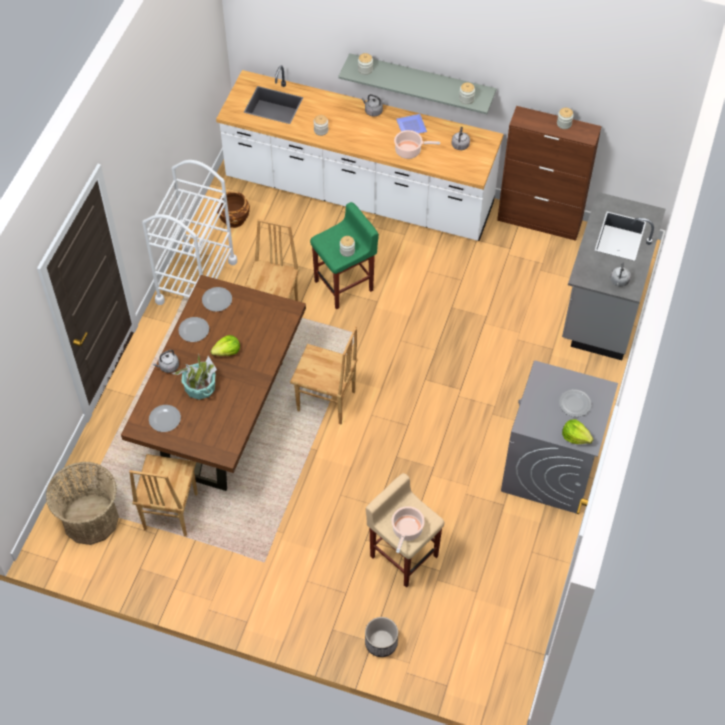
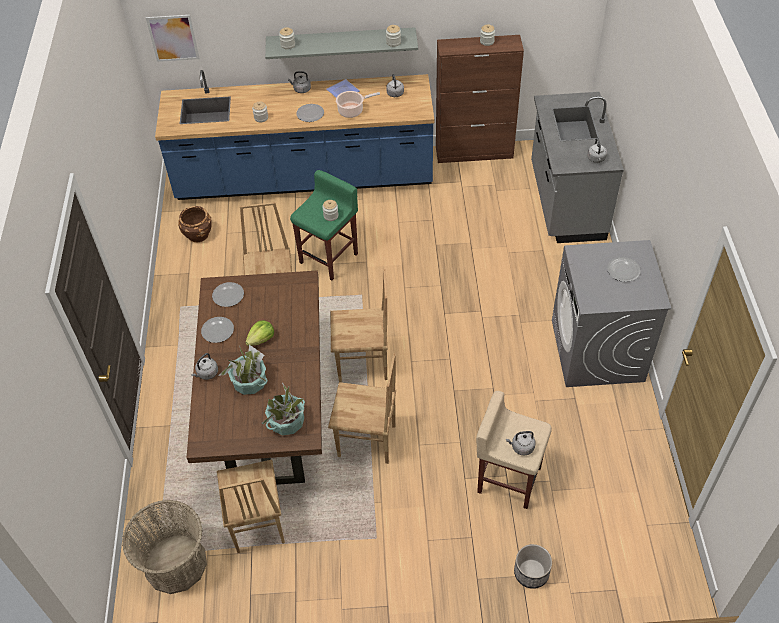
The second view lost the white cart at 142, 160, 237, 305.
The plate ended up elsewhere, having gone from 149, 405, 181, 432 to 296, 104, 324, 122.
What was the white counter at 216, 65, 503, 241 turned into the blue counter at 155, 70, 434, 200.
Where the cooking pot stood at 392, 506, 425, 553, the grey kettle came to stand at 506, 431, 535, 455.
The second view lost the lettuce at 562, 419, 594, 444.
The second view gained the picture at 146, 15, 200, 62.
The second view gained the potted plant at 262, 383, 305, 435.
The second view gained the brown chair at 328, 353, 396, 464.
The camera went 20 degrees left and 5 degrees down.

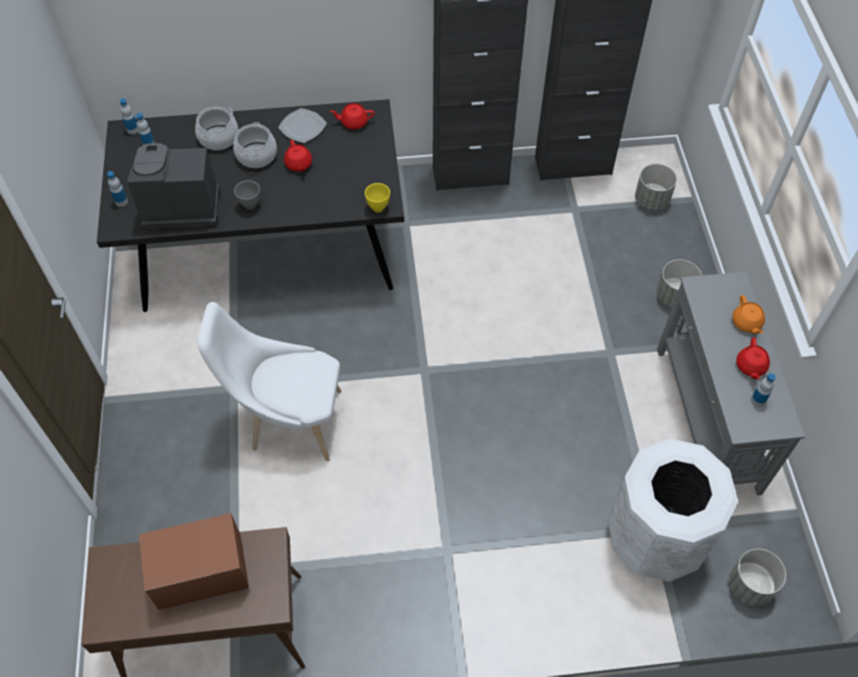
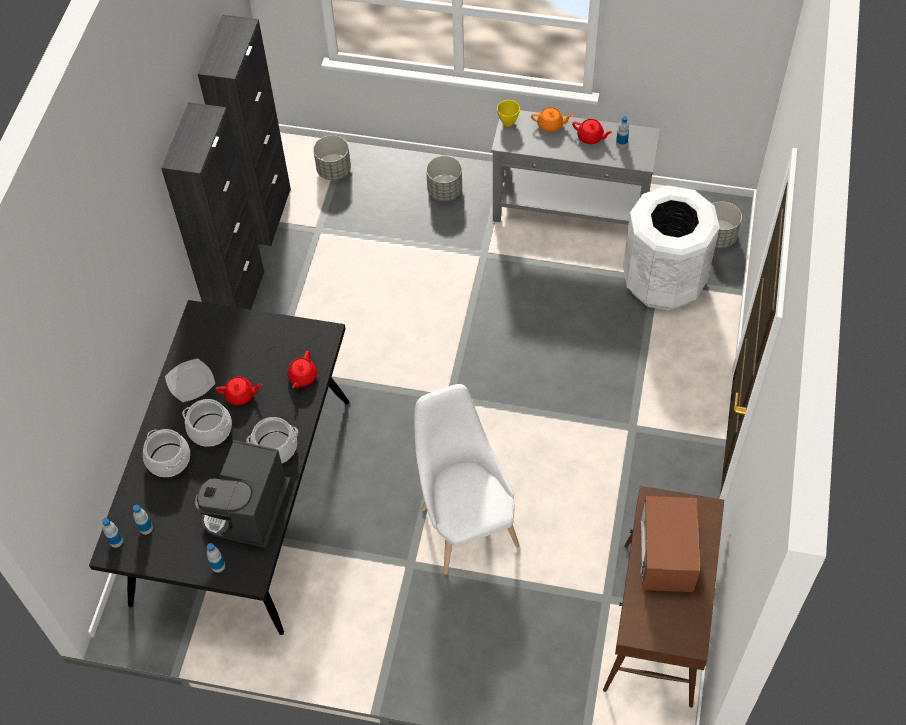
The white chair at 198, 302, 341, 461 ended up facing another way, 135 degrees clockwise from before.
Where the grey bowl stood at 234, 180, 260, 210, the cooking pot came to stand at 246, 417, 298, 463.
The red teapot ended up elsewhere, having gone from 330, 103, 374, 129 to 287, 351, 317, 388.
The yellow bowl ended up elsewhere, having gone from 365, 183, 390, 212 to 497, 100, 520, 127.
The camera went 70 degrees left and 0 degrees up.

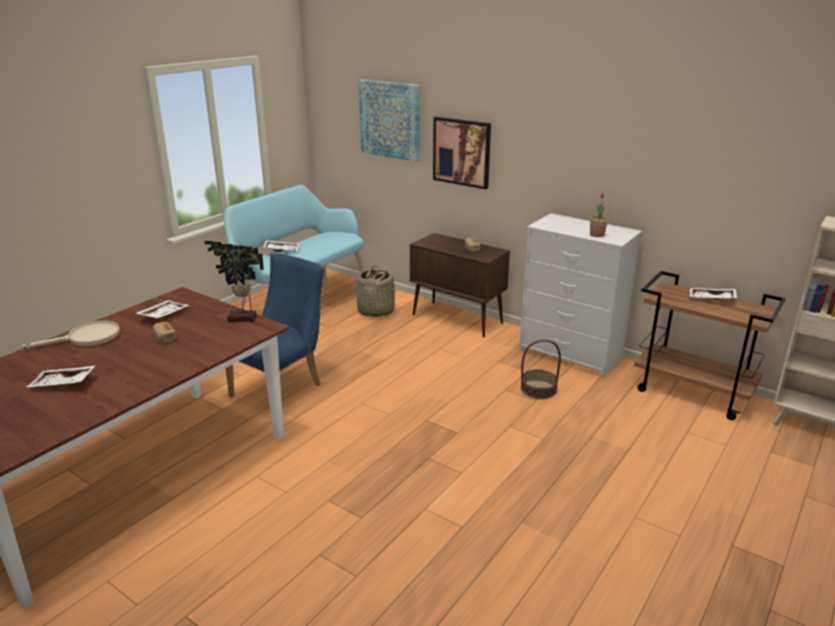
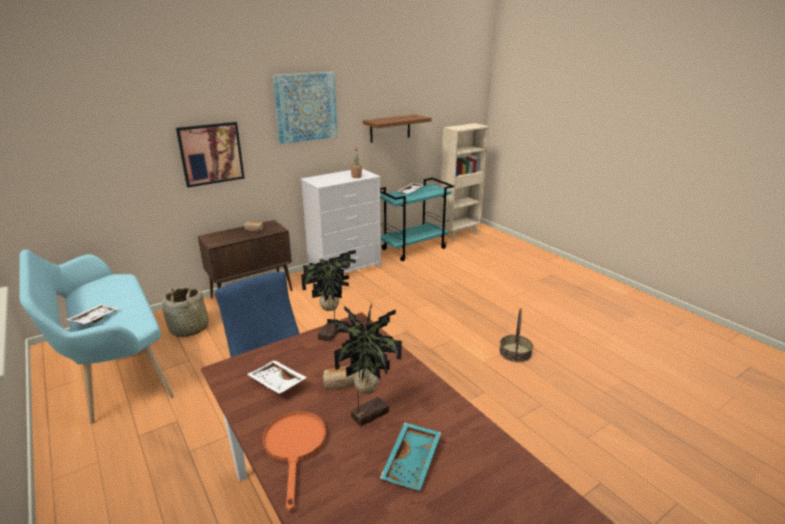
What was the beige frying pan at 21, 321, 120, 349 turned into the orange frying pan at 263, 412, 326, 512.
What was the white tray at 26, 365, 96, 387 turned into the turquoise tray at 380, 422, 441, 491.
The picture ended up elsewhere, having gone from 359, 80, 420, 162 to 273, 72, 338, 144.
The basket ended up elsewhere, having gone from 521, 339, 561, 399 to 499, 308, 533, 362.
What was the brown cart at 634, 271, 786, 420 turned into the turquoise cart at 380, 178, 454, 261.
The second view gained the potted plant at 327, 303, 402, 427.
The second view gained the brown shelf at 363, 114, 431, 143.
The camera went 70 degrees left and 0 degrees up.

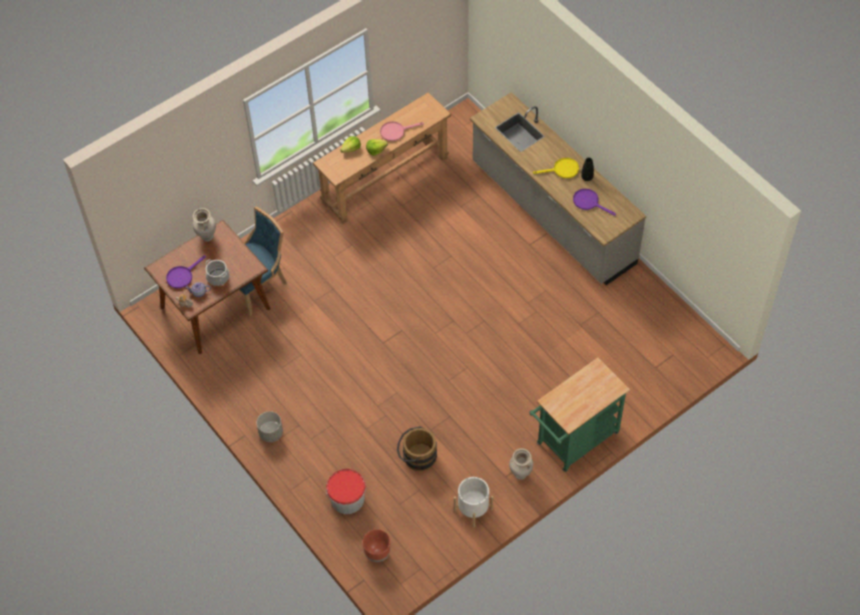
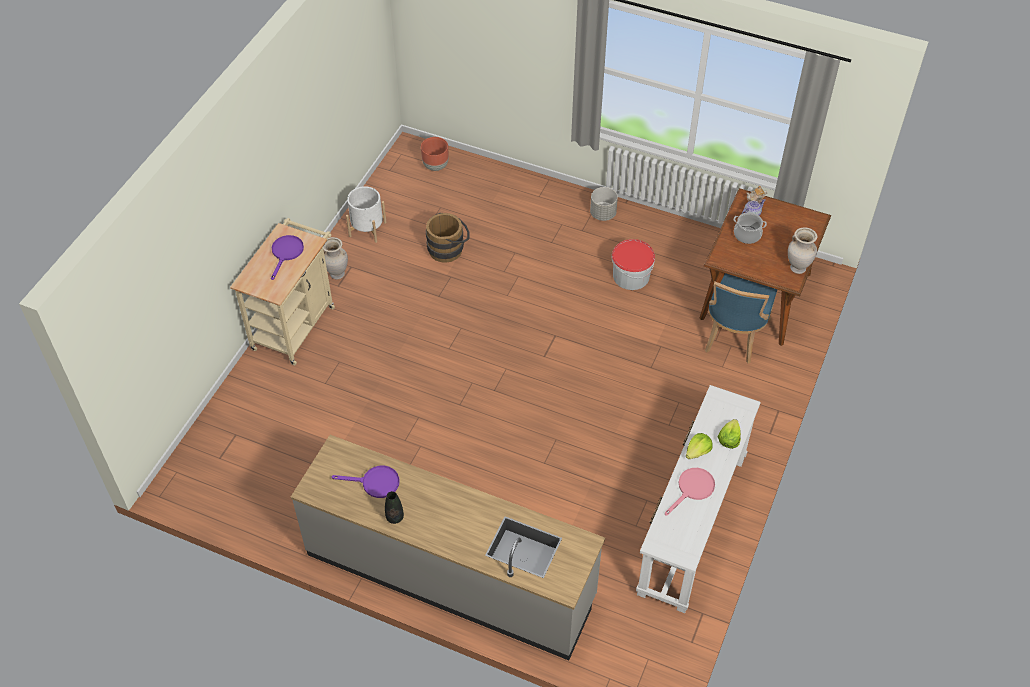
The purple frying pan ended up elsewhere, having gone from 166, 255, 206, 288 to 271, 235, 304, 280.
What was the brown console table at 313, 92, 451, 224 turned into the white console table at 636, 385, 761, 613.
The bucket ended up elsewhere, having gone from 326, 469, 366, 514 to 612, 239, 655, 290.
What was the green cart at 530, 358, 630, 472 turned into the beige cart at 230, 218, 335, 365.
The second view lost the yellow frying pan at 533, 158, 579, 178.
The camera went 150 degrees right and 5 degrees down.

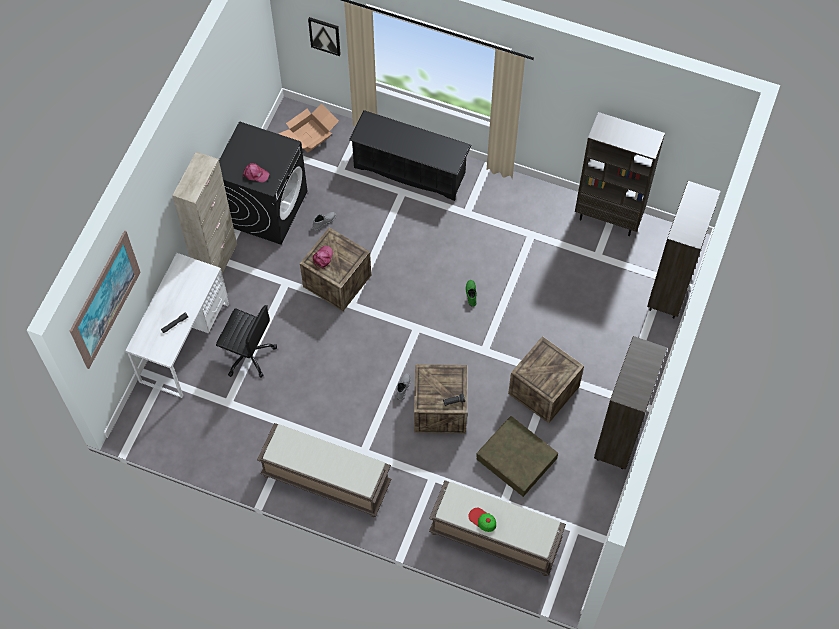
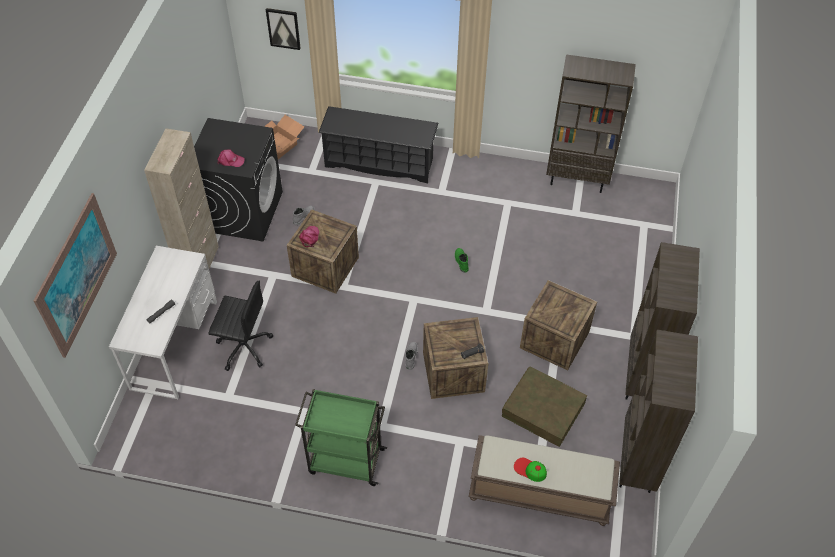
Where the brown bench stood at 257, 423, 391, 517, the green cart came to stand at 295, 389, 387, 486.
The brown bookcase ended up elsewhere, having gone from 647, 181, 721, 319 to 619, 329, 698, 493.
The camera went 10 degrees left and 10 degrees down.

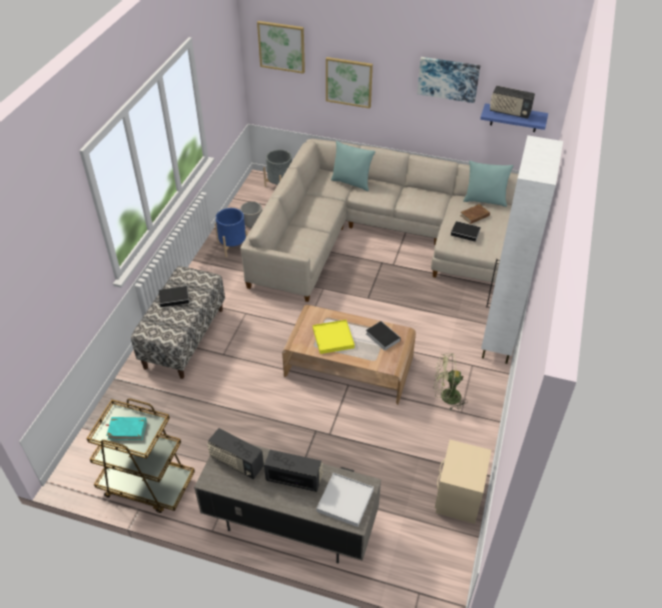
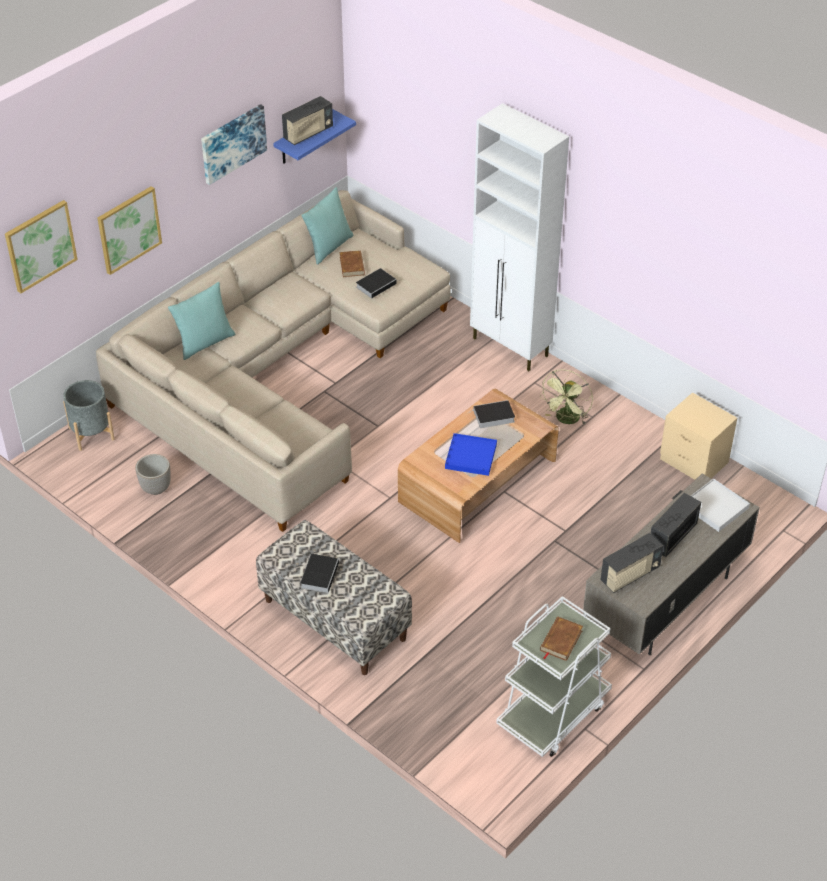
What was the brown cart at 86, 399, 195, 513 turned into the white cart at 496, 596, 612, 757.
What was the turquoise book at 105, 417, 147, 440 turned into the brown book at 540, 616, 583, 661.
The second view lost the blue planter at 215, 208, 248, 257.
What was the yellow tray at 313, 320, 355, 354 turned into the blue tray at 445, 433, 497, 476.
The camera went 65 degrees left and 0 degrees up.

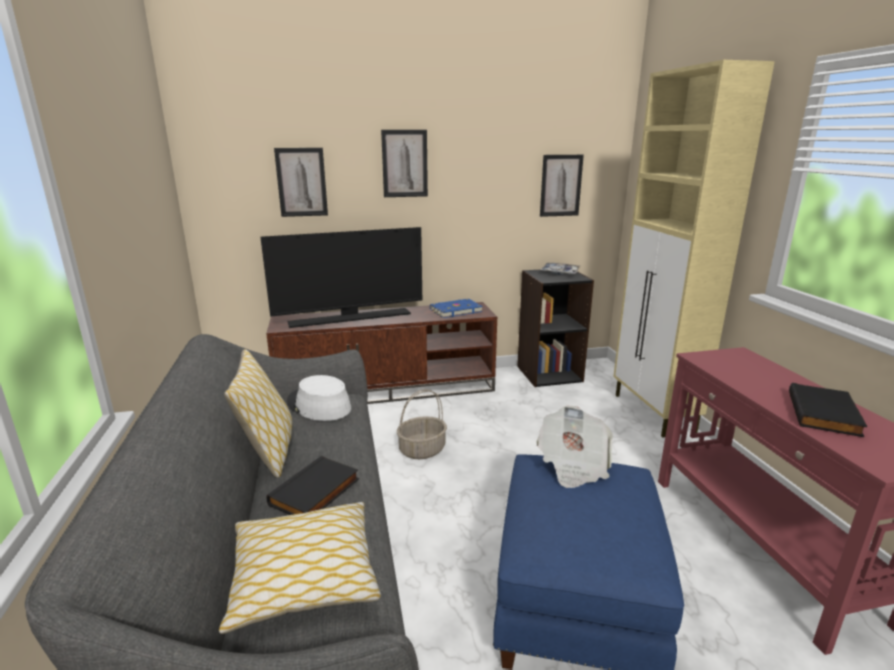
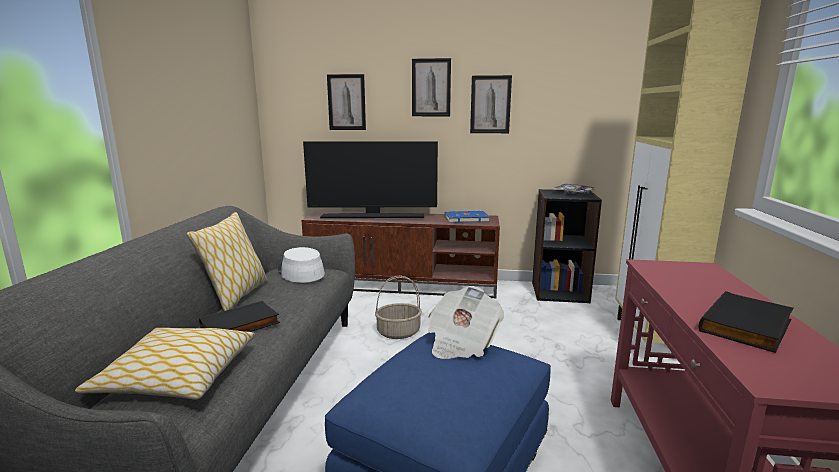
The picture ended up elsewhere, having gone from 540, 155, 584, 217 to 470, 75, 512, 133.
The camera went 20 degrees right and 5 degrees down.

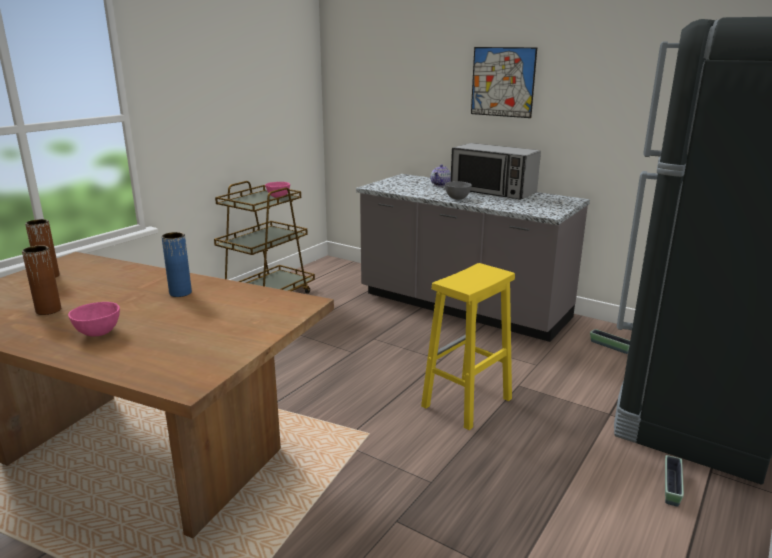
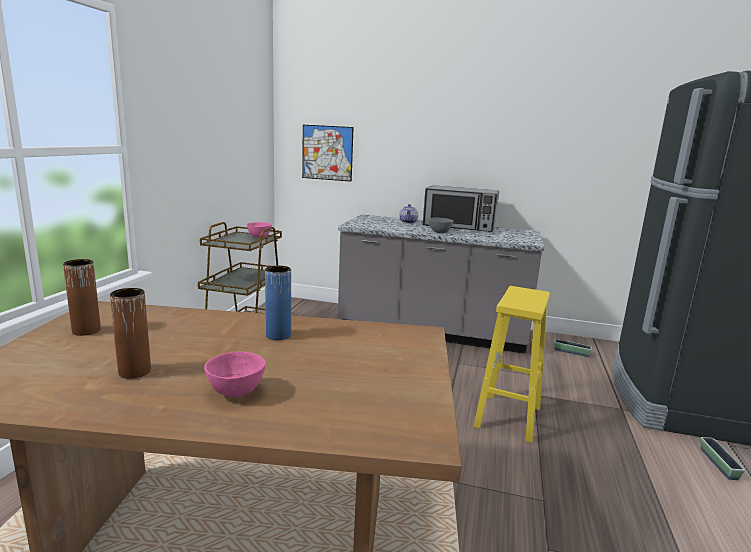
The picture ended up elsewhere, having gone from 471, 47, 537, 118 to 302, 125, 354, 182.
The camera went 20 degrees left and 5 degrees down.

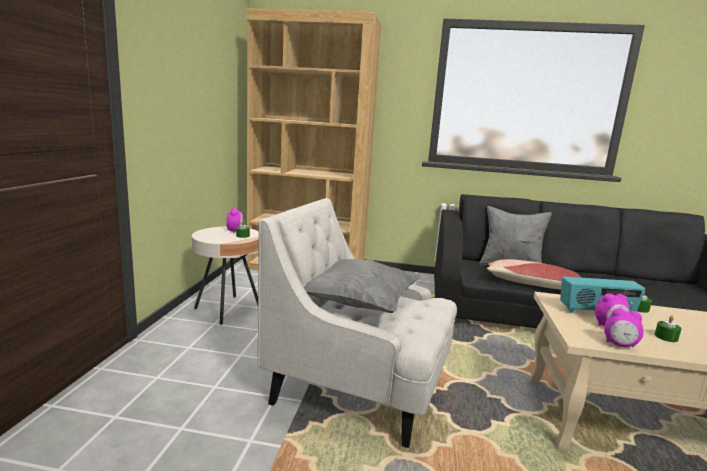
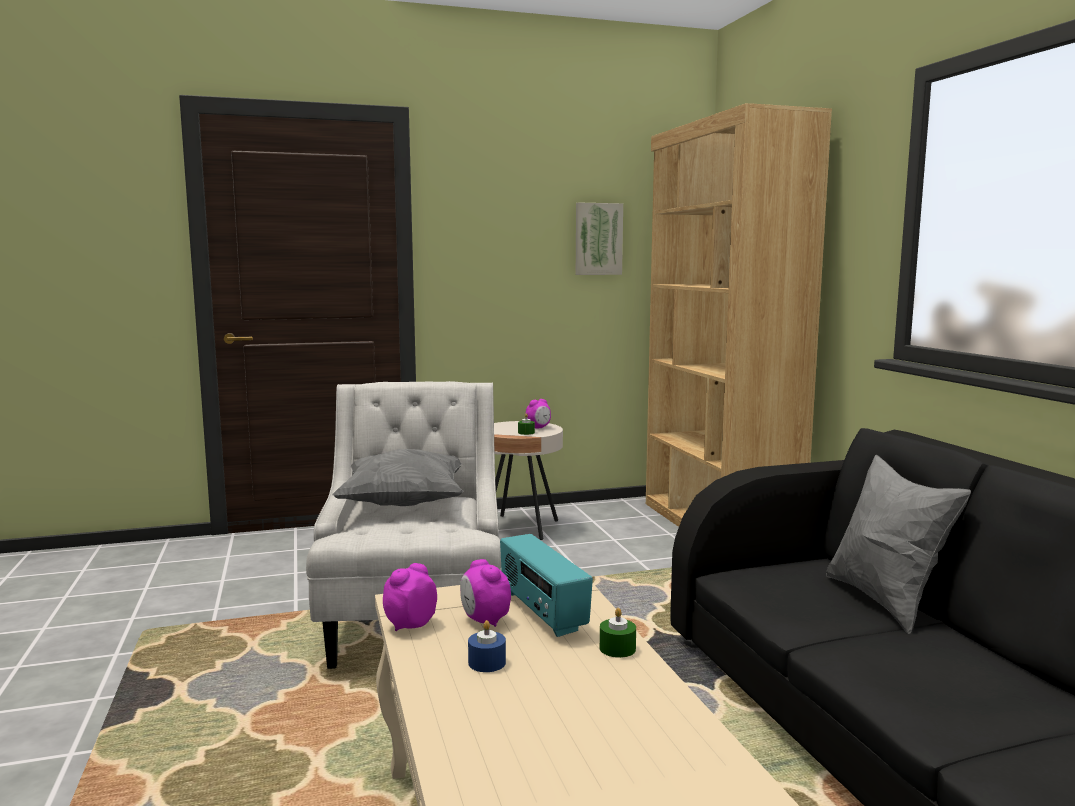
The second view lost the pillow at 487, 259, 582, 289.
The alarm clock at 604, 308, 644, 347 ended up facing another way, 45 degrees clockwise from before.
What was the green candle at 655, 316, 682, 342 turned into the blue candle at 468, 620, 506, 672.
The second view gained the picture at 576, 202, 623, 275.
The camera went 65 degrees right and 5 degrees down.

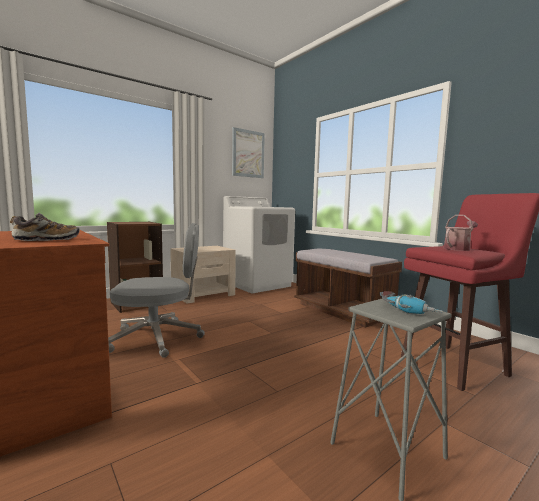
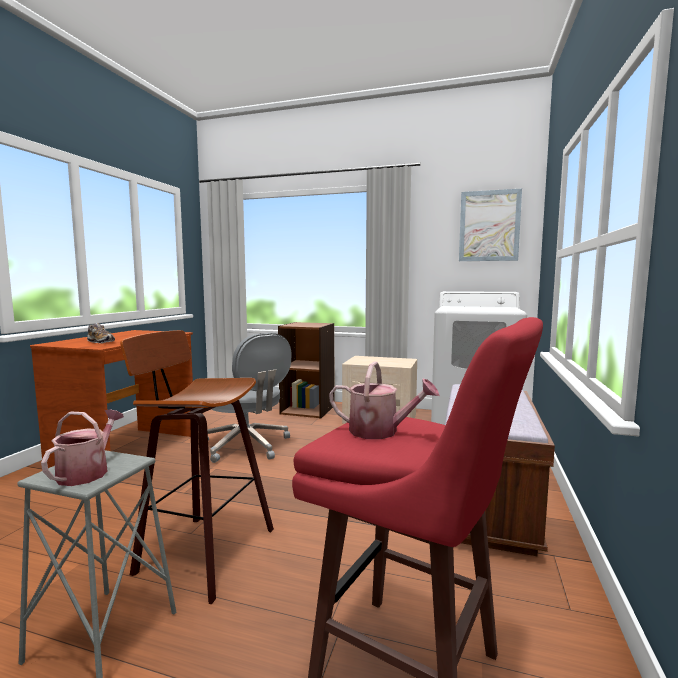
Where the power drill stood at 380, 291, 443, 314, the watering can came to stand at 41, 409, 124, 486.
The second view gained the stool at 120, 330, 274, 604.
The camera went 55 degrees right and 0 degrees up.

